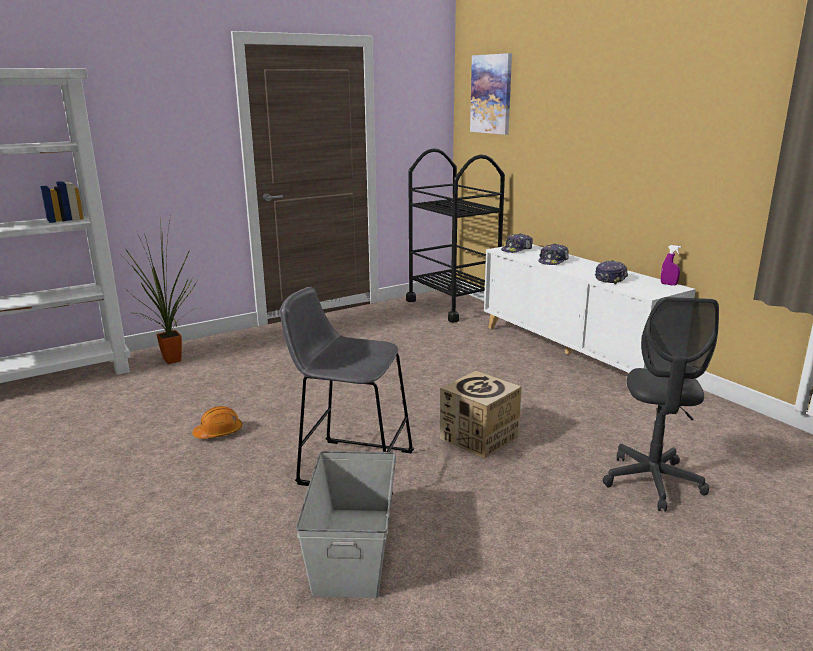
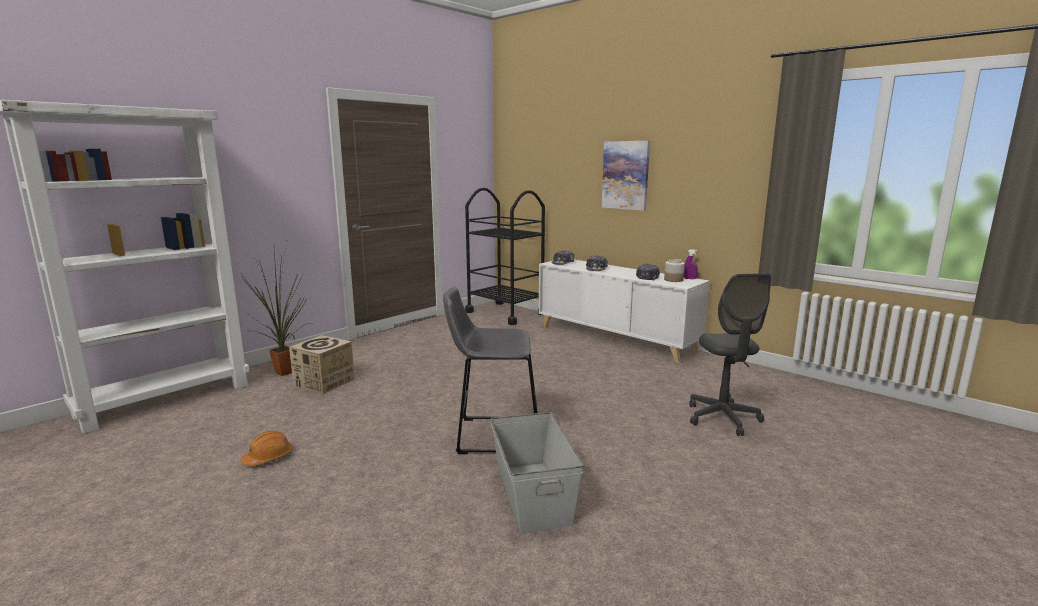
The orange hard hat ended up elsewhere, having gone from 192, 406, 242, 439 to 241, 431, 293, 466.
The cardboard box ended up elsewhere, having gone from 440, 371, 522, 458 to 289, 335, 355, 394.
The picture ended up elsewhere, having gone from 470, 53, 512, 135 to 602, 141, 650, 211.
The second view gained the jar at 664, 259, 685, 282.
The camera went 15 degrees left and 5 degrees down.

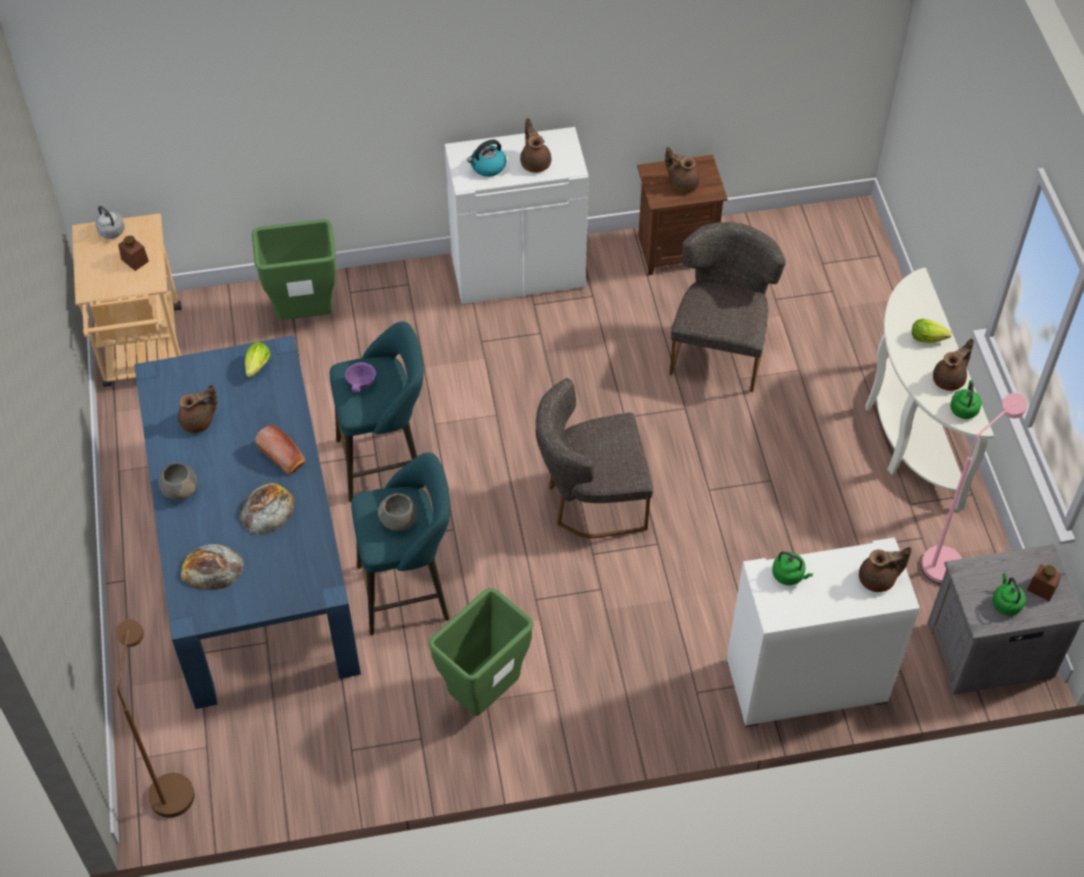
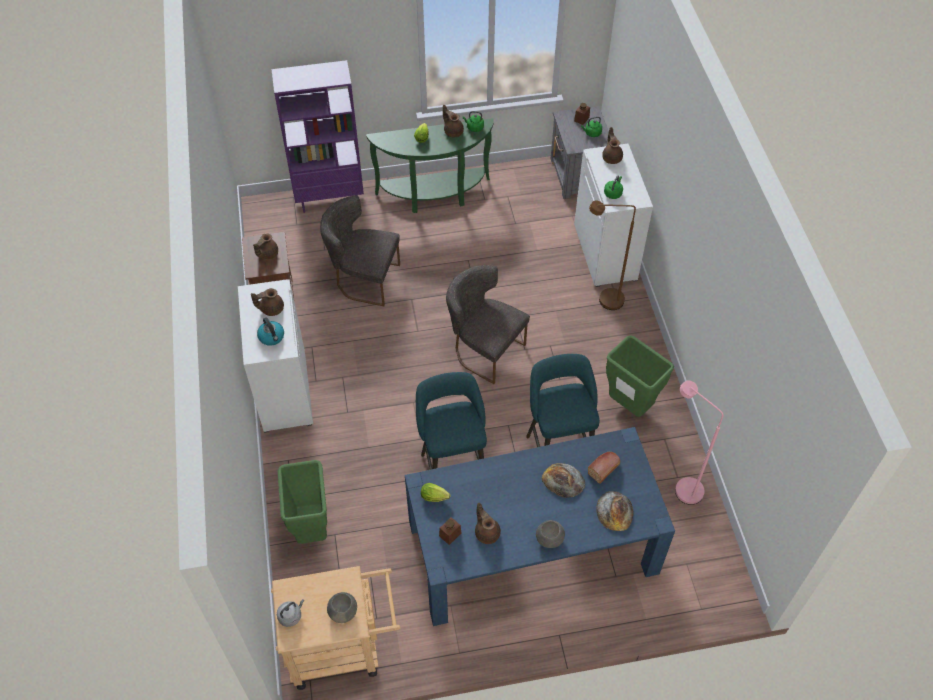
The brown floor lamp ended up elsewhere, having gone from 116, 619, 194, 818 to 589, 201, 636, 310.
The brown jar ended up elsewhere, having gone from 118, 236, 149, 271 to 439, 517, 461, 545.
The bread ended up elsewhere, having gone from 255, 425, 305, 474 to 588, 452, 620, 484.
The second view lost the purple bowl at 345, 362, 376, 393.
The grey bowl ended up elsewhere, having gone from 378, 493, 417, 531 to 327, 592, 357, 623.
The grey chair at 536, 378, 653, 538 ended up facing another way, 135 degrees clockwise from before.
What was the white console table at 866, 268, 994, 511 turned into the green console table at 366, 118, 494, 213.
The pink floor lamp ended up elsewhere, having gone from 921, 393, 1027, 584 to 675, 380, 724, 505.
The second view gained the purple bookcase at 272, 60, 364, 213.
The camera went 90 degrees left and 0 degrees up.

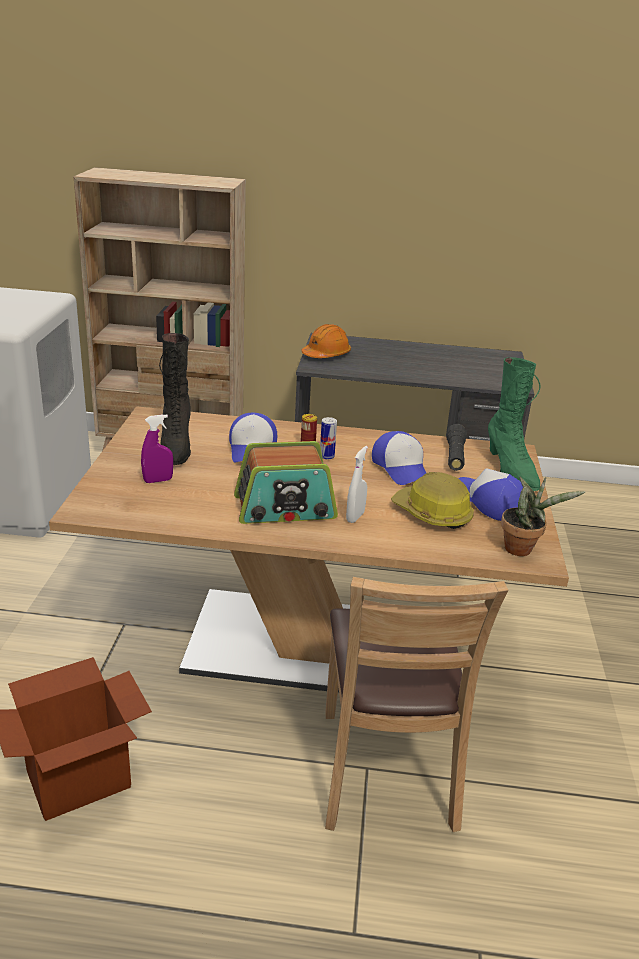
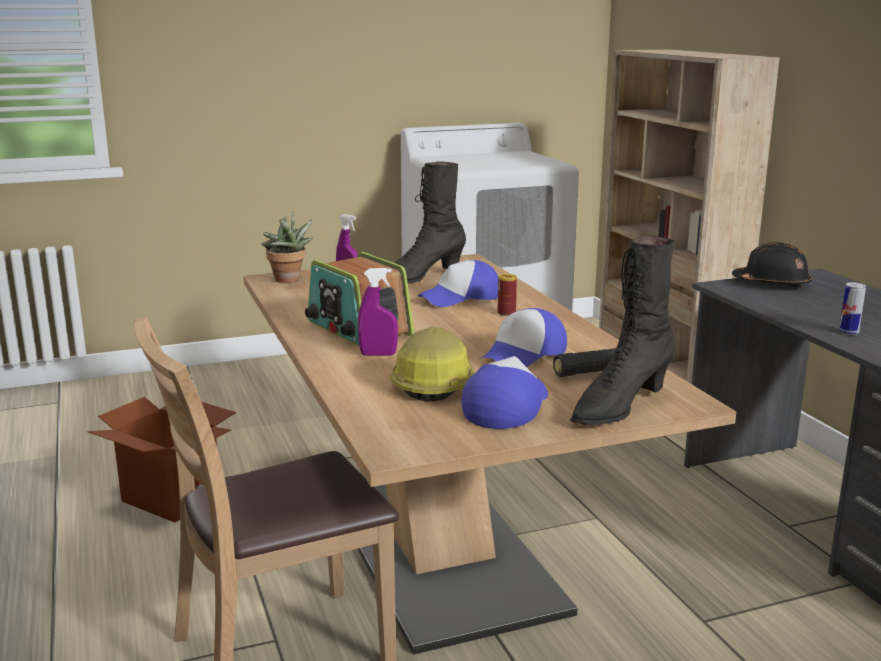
What was the orange hard hat at 301, 324, 351, 358 turned into the black hard hat at 732, 242, 812, 289.
The can ended up elsewhere, having gone from 320, 417, 337, 459 to 839, 282, 866, 335.
What was the white spray bottle at 346, 446, 368, 523 turned into the purple spray bottle at 358, 268, 398, 356.
What was the green boot at 488, 357, 540, 491 turned into the black boot at 570, 236, 675, 426.
The potted plant ended up elsewhere, having gone from 501, 477, 585, 556 to 262, 211, 314, 283.
The camera went 65 degrees right and 10 degrees down.

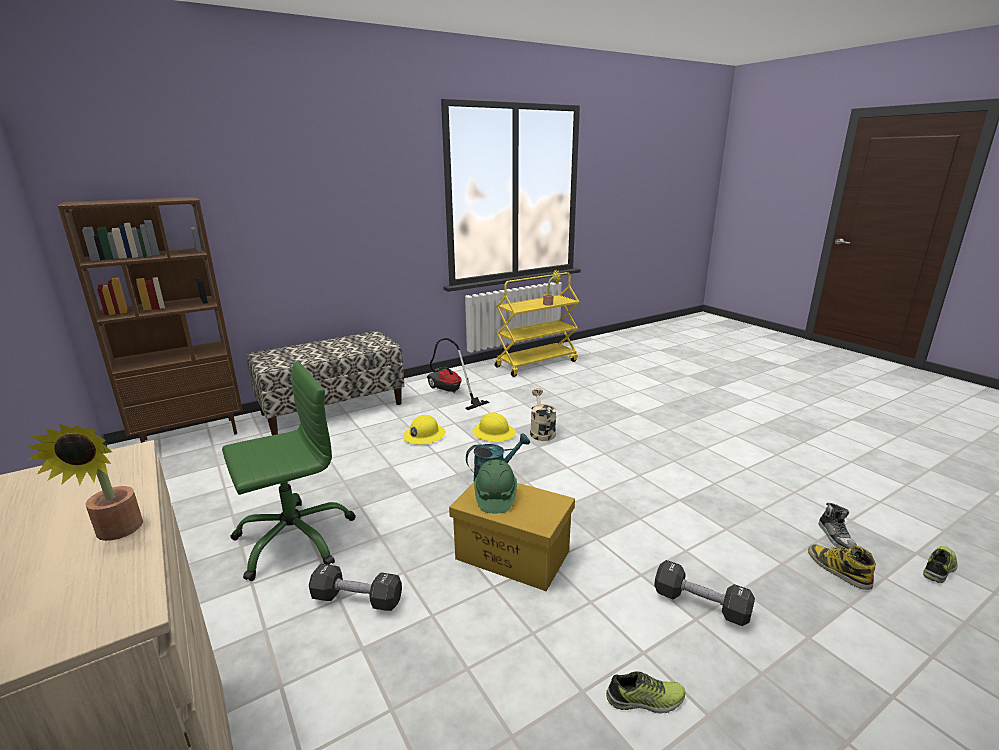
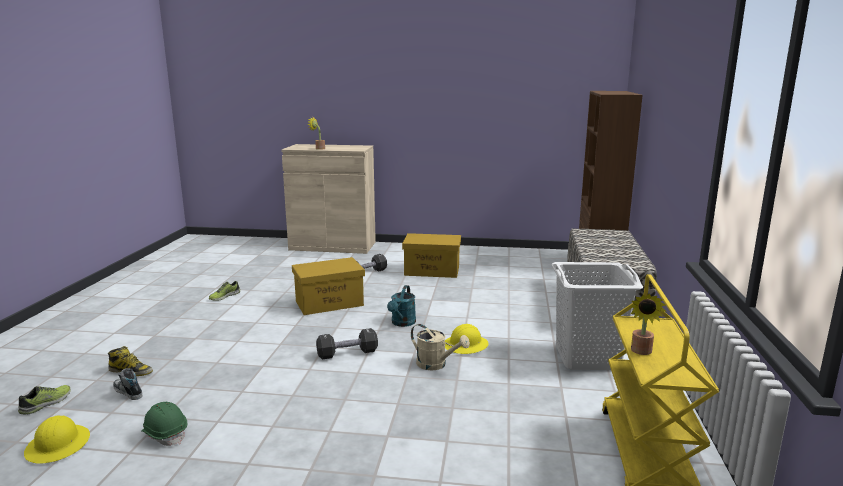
Where the green office chair stood at 222, 361, 356, 581, the yellow storage box came to stand at 402, 233, 461, 278.
The yellow hard hat ended up elsewhere, having gone from 403, 415, 446, 445 to 24, 415, 90, 464.
Where the vacuum cleaner stood at 427, 338, 490, 410, the white laundry basket came to stand at 551, 262, 643, 370.
The green hard hat ended up elsewhere, having gone from 474, 460, 517, 513 to 141, 402, 187, 446.
The black dumbbell ended up elsewhere, having gone from 654, 560, 755, 626 to 316, 328, 378, 359.
The shoe at 923, 546, 958, 583 ended up facing another way, 150 degrees counterclockwise from before.
The camera went 130 degrees right and 5 degrees down.

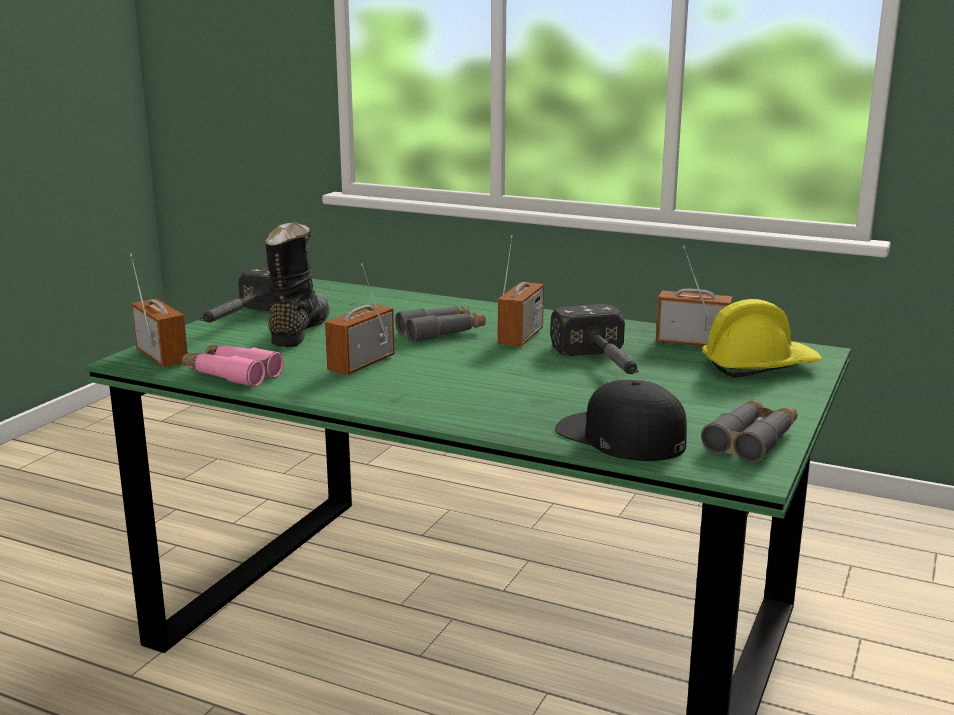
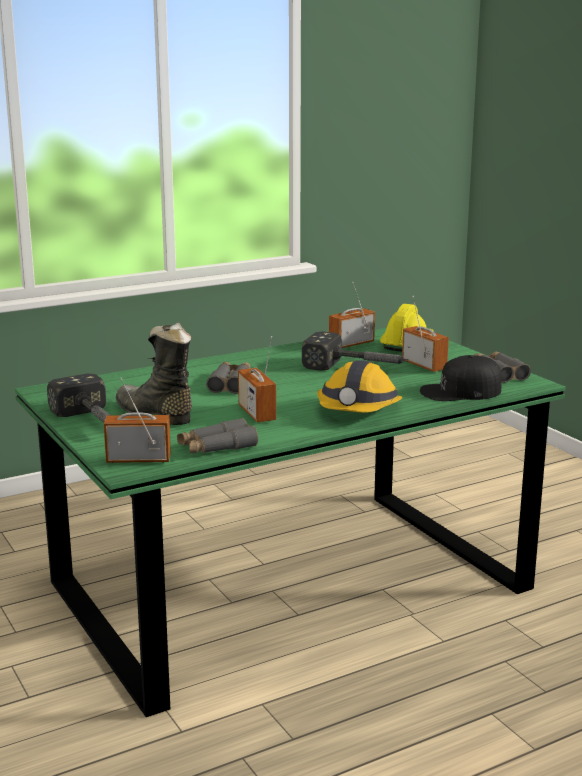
What was the pink binoculars at 182, 344, 284, 387 turned into the grey binoculars at 177, 418, 258, 454.
The radio ended up elsewhere, having gone from 497, 235, 544, 347 to 402, 296, 449, 372.
The second view gained the hard hat at 317, 360, 403, 413.
The camera went 55 degrees left and 0 degrees up.

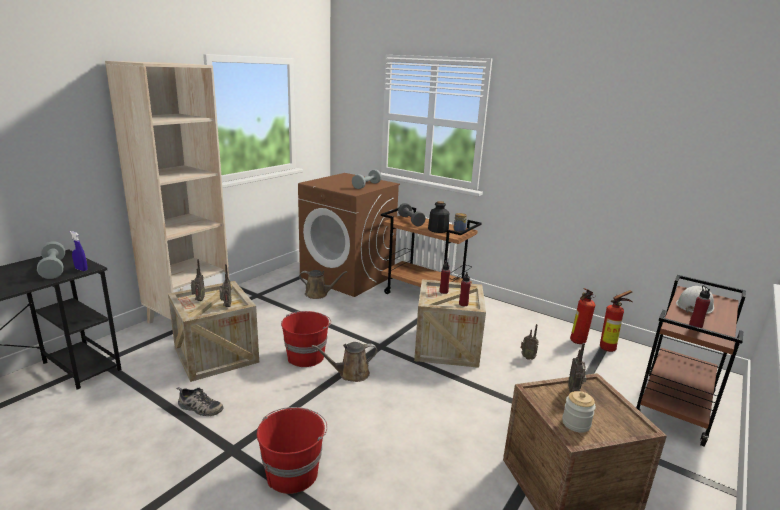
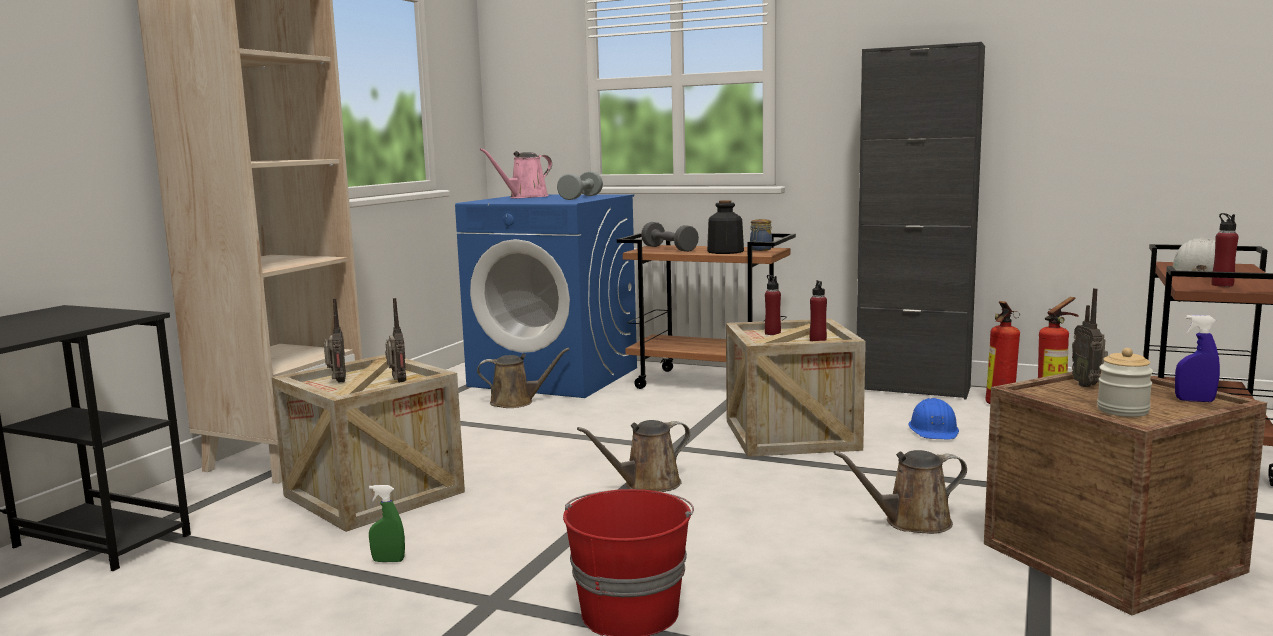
The second view lost the grey dumbbell at 37, 241, 65, 279.
The blue spray bottle ended up elsewhere, having gone from 70, 231, 88, 271 to 1175, 315, 1220, 402.
Where the shoe stood at 176, 387, 224, 416, the green spray bottle came to stand at 369, 485, 405, 562.
The second view lost the red bucket at 281, 311, 331, 367.
What was the brown washing machine at 298, 173, 400, 297 turned into the blue washing machine at 455, 194, 637, 398.
Where the radio stood at 520, 324, 539, 360, the blue hard hat came to stand at 909, 398, 959, 440.
The second view gained the pink watering can at 480, 148, 552, 198.
The second view gained the brown watering can at 834, 450, 967, 534.
The second view gained the black cabinet at 857, 42, 985, 399.
The camera went 10 degrees left and 10 degrees down.

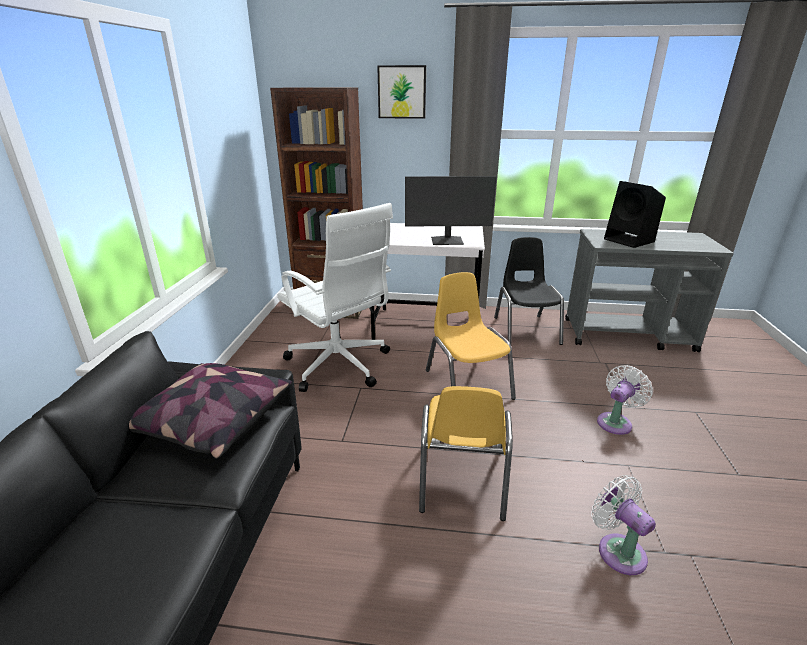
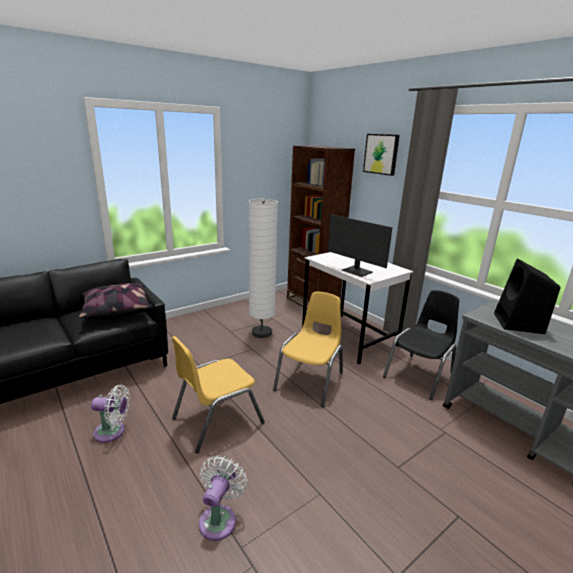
Where the white office chair stood at 277, 203, 393, 392, the white floor lamp came to stand at 249, 199, 278, 338.
The white fan ended up elsewhere, having gone from 597, 365, 653, 435 to 91, 385, 130, 443.
The camera went 45 degrees right and 5 degrees down.

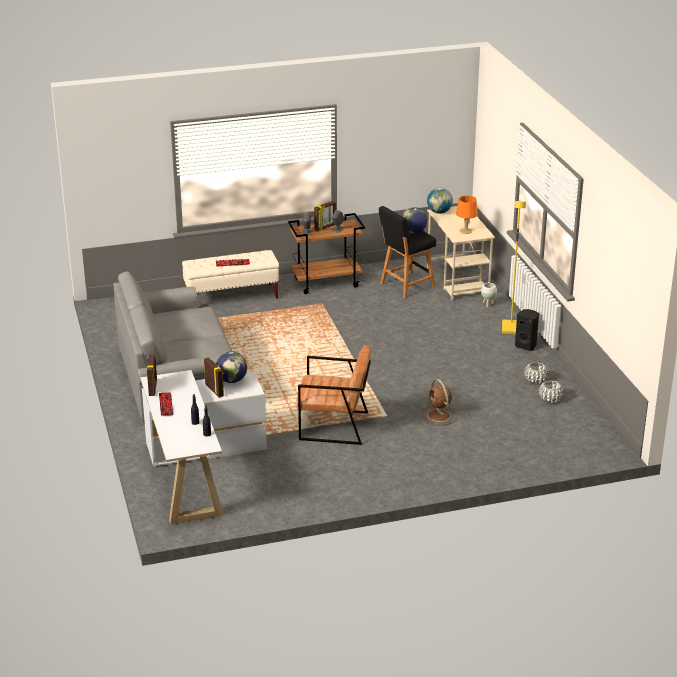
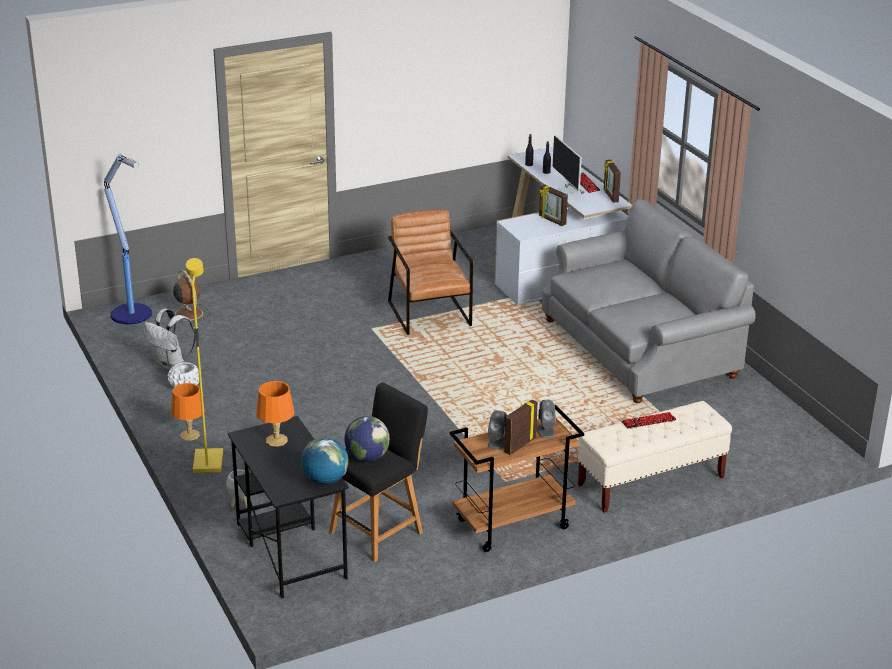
The second view lost the globe at 216, 351, 247, 383.
The brown armchair at 296, 345, 371, 445 ended up facing another way, 75 degrees clockwise from before.
The brown fan ended up elsewhere, having gone from 422, 379, 458, 426 to 167, 270, 209, 324.
What was the beige desk at 427, 206, 495, 301 turned into the black desk at 227, 416, 349, 598.
Where the black speaker stood at 515, 309, 539, 351, the orange table lamp came to stand at 171, 383, 205, 441.
Where the white planter stood at 539, 381, 564, 403, the white backpack came to stand at 144, 309, 195, 370.
The second view gained the floor lamp at 104, 154, 152, 324.
The second view gained the monitor at 553, 135, 584, 194.
The camera went 170 degrees right and 0 degrees up.

